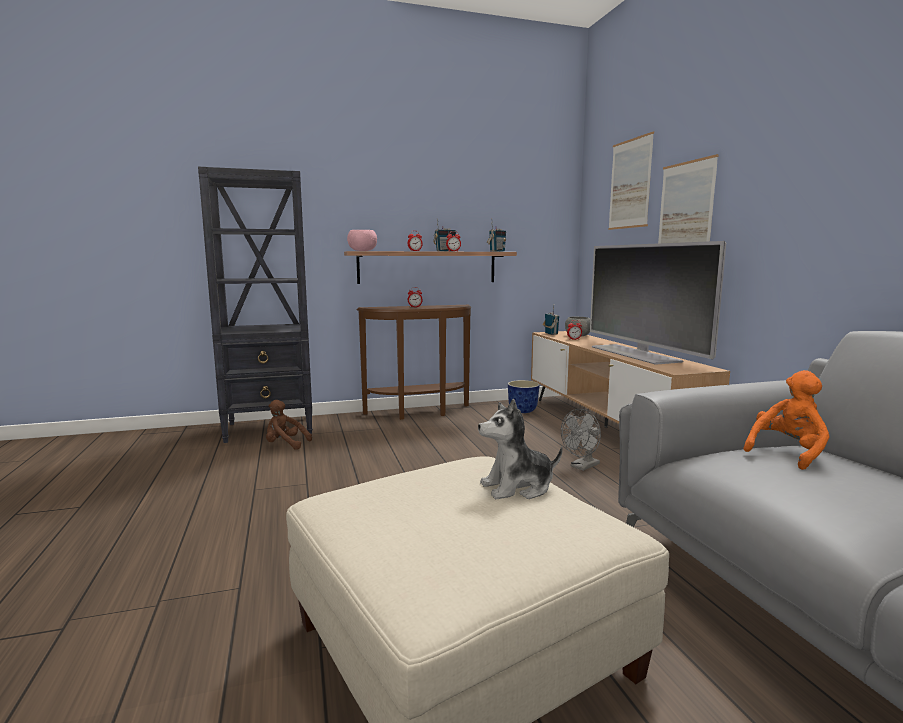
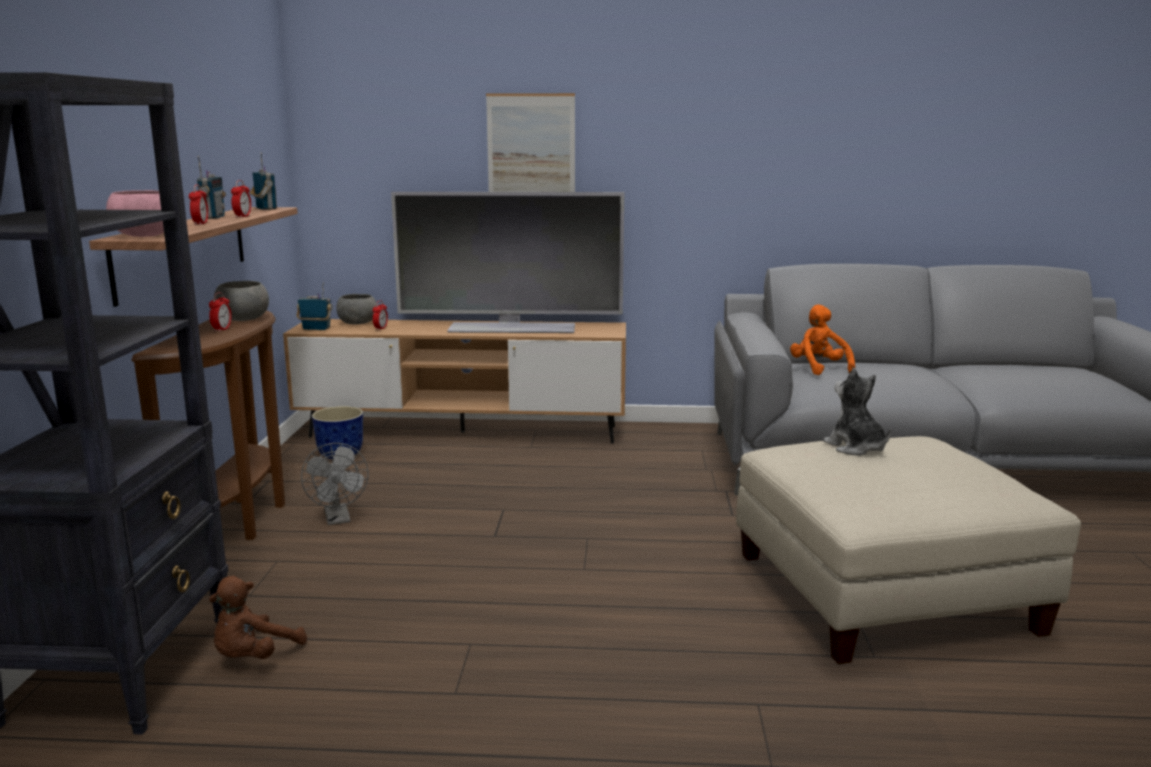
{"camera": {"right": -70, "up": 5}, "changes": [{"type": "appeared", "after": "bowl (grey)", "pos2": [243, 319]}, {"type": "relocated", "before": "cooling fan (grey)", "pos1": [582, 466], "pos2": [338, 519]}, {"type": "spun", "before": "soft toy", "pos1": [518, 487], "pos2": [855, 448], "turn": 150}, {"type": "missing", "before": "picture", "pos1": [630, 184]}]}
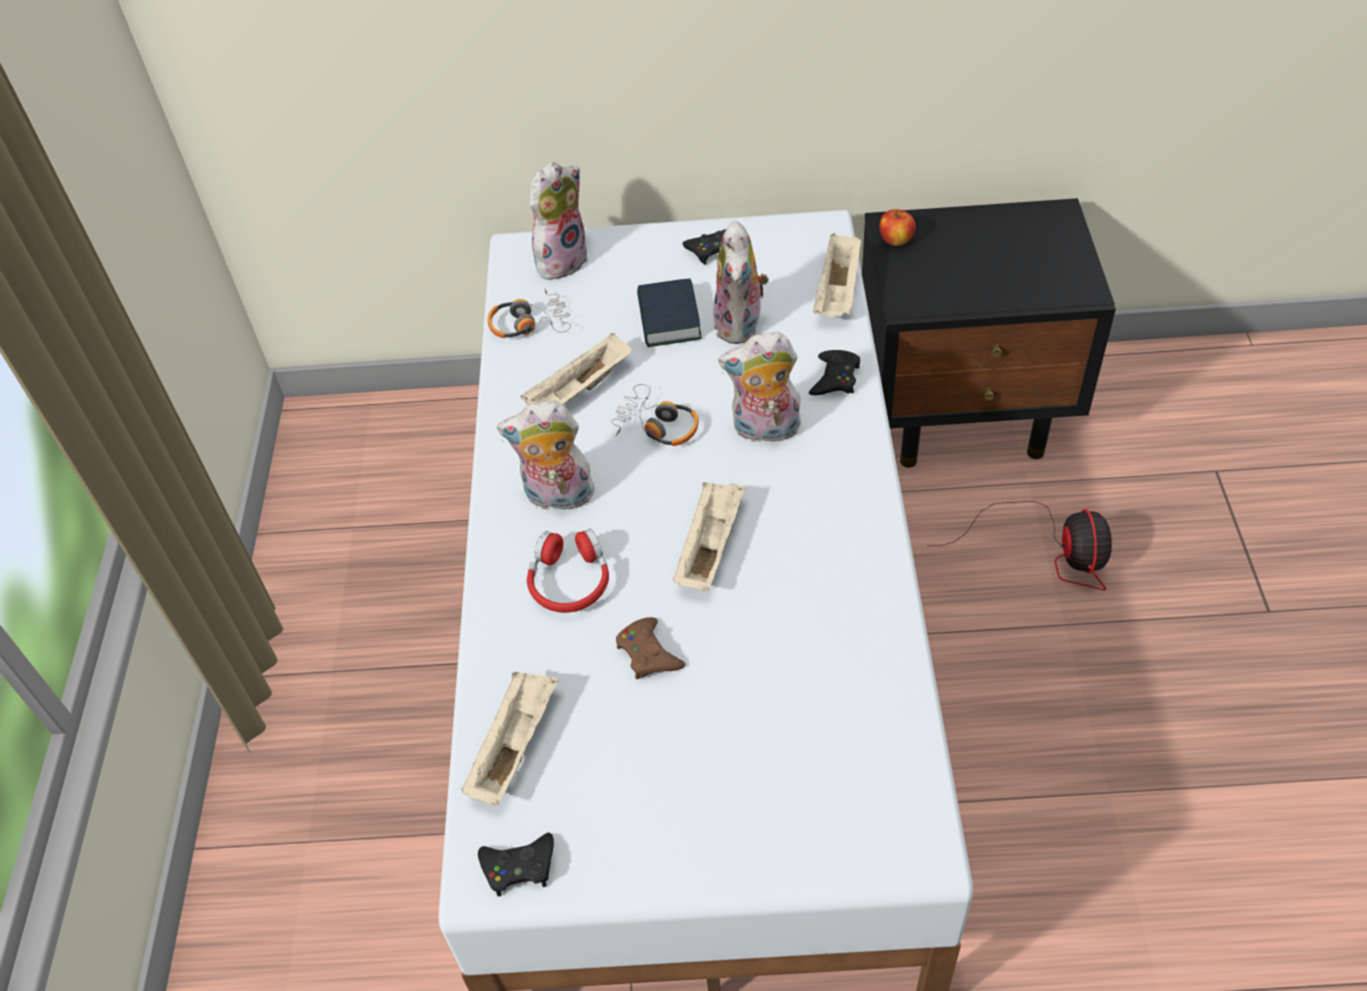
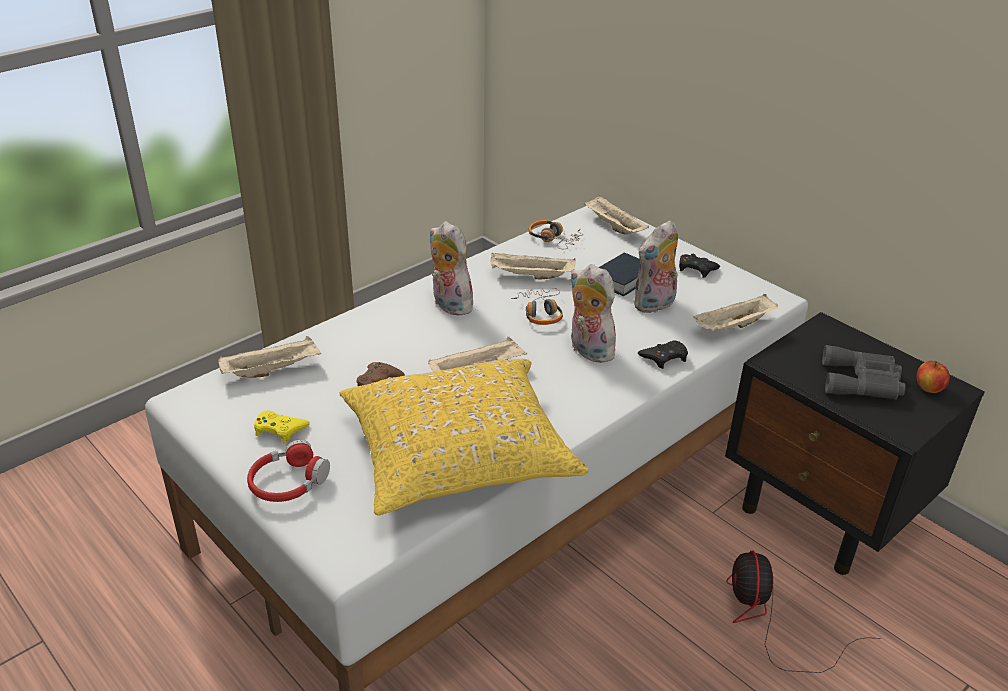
{"camera": {"right": 45, "up": -15}, "changes": [{"type": "relocated", "before": "headset (red)", "pos1": [570, 580], "pos2": [288, 483]}, {"type": "appeared", "after": "game controller (yellow-coloured)", "pos2": [279, 429]}, {"type": "appeared", "after": "cushion (yellow-coloured)", "pos2": [458, 456]}, {"type": "exchanged", "before": "soft toy", "after": "serving tray (sand-coloured)", "pos1": [561, 259], "pos2": [613, 226]}, {"type": "spun", "before": "cooling fan", "pos1": [1050, 551], "pos2": [770, 621], "turn": 135}, {"type": "appeared", "after": "binoculars (grey)", "pos2": [863, 382]}, {"type": "relocated", "before": "whole apple", "pos1": [896, 240], "pos2": [929, 388]}, {"type": "missing", "before": "game controller (blackish)", "pos1": [519, 867]}]}
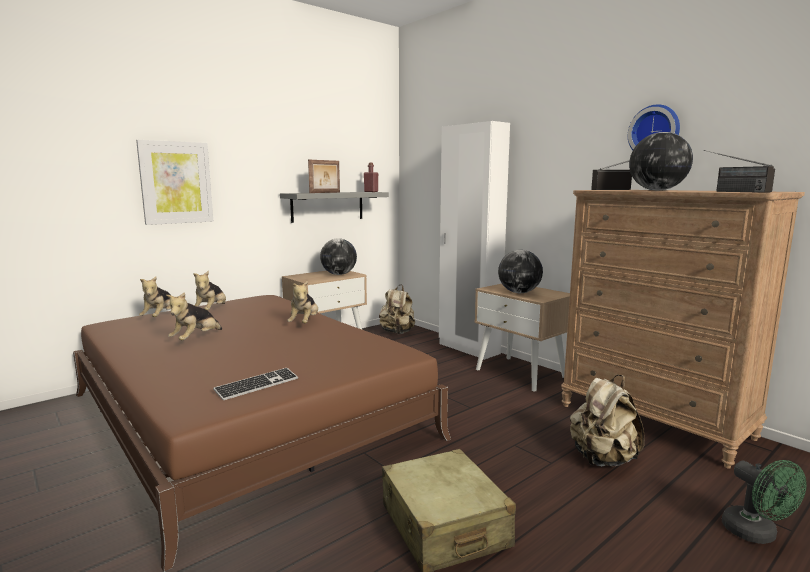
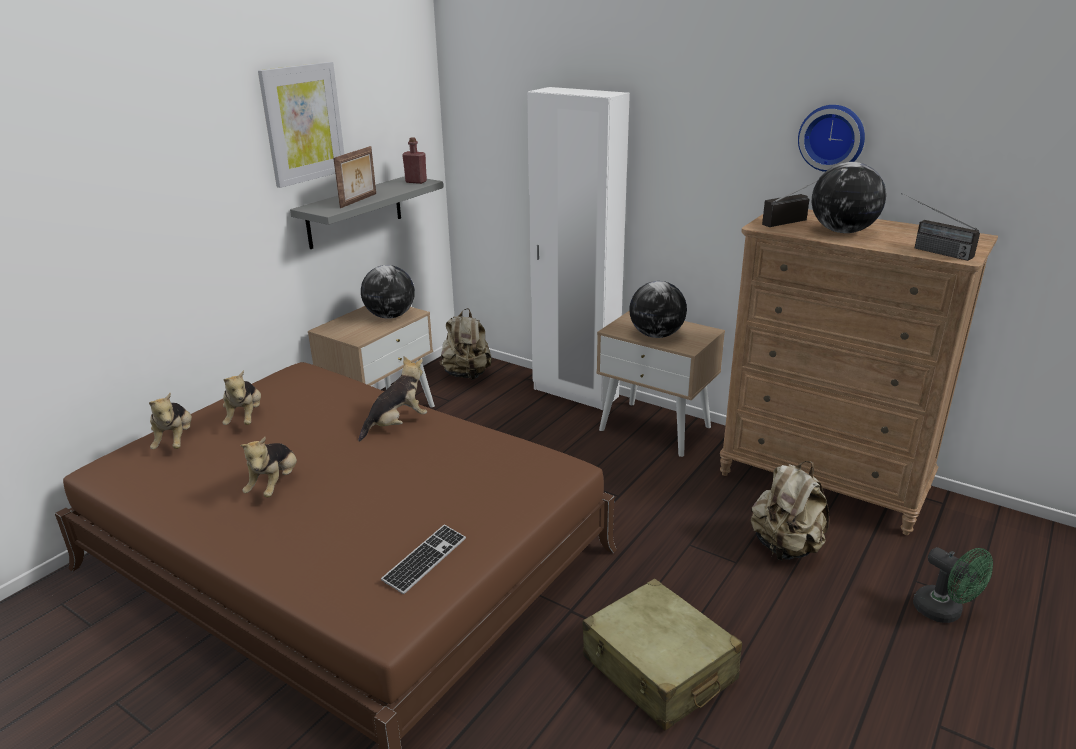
{"camera": {"right": -15, "up": 15}, "changes": [{"type": "relocated", "before": "picture", "pos1": [176, 182], "pos2": [303, 123]}, {"type": "spun", "before": "soft toy", "pos1": [304, 323], "pos2": [397, 424], "turn": -120}]}
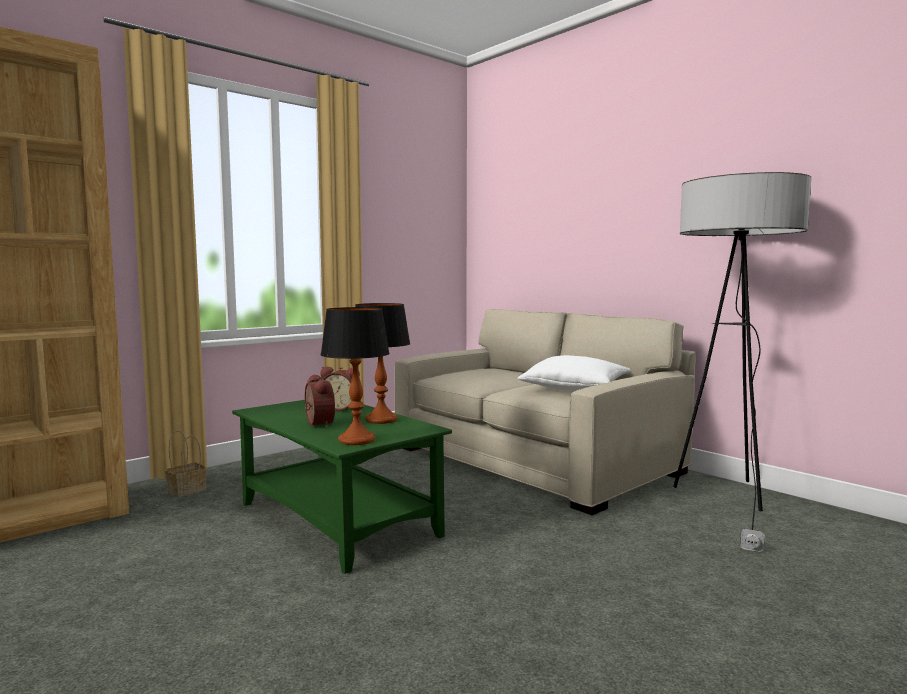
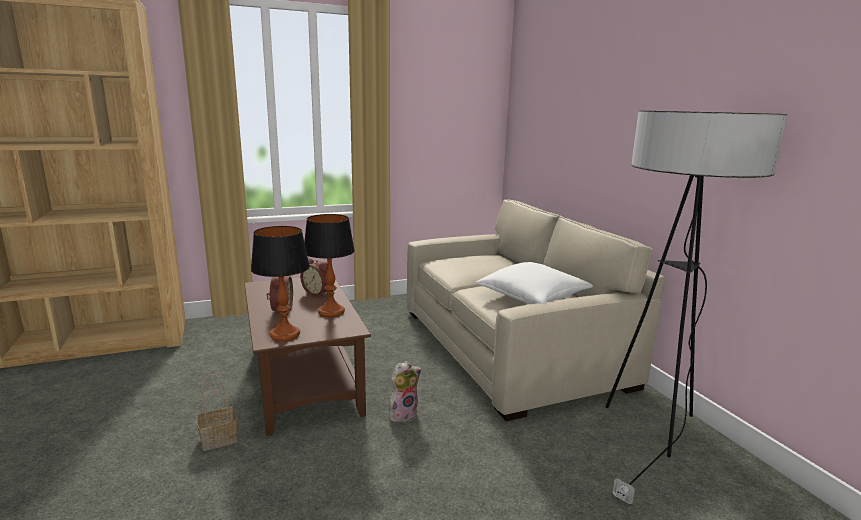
{"camera": {"right": 20, "up": 10}, "changes": [{"type": "relocated", "before": "household basket", "pos1": [187, 490], "pos2": [220, 438]}, {"type": "colour", "before": "coffee table (greenish)", "after": "coffee table (brown-coloured)", "pos1": [339, 519], "pos2": [305, 381]}, {"type": "appeared", "after": "soft toy", "pos2": [403, 414]}]}
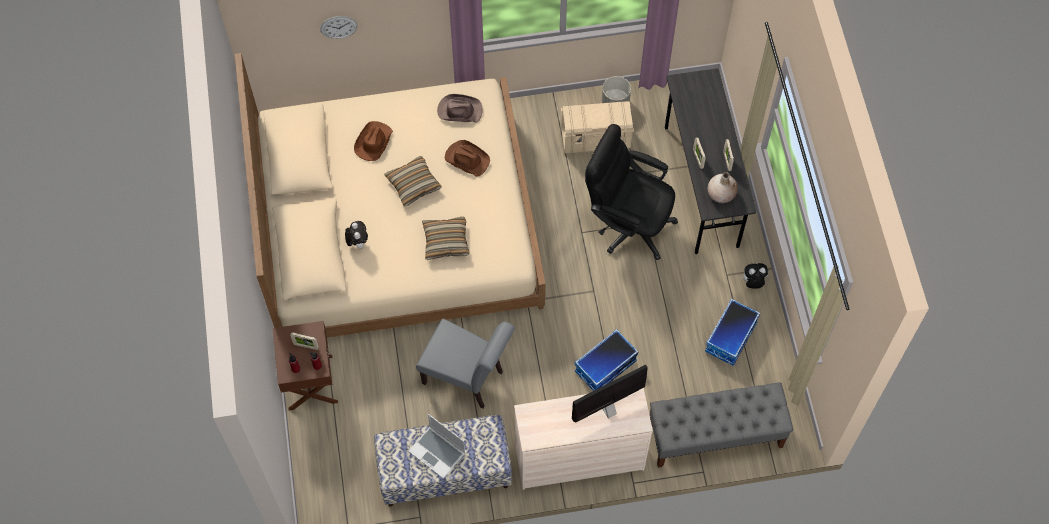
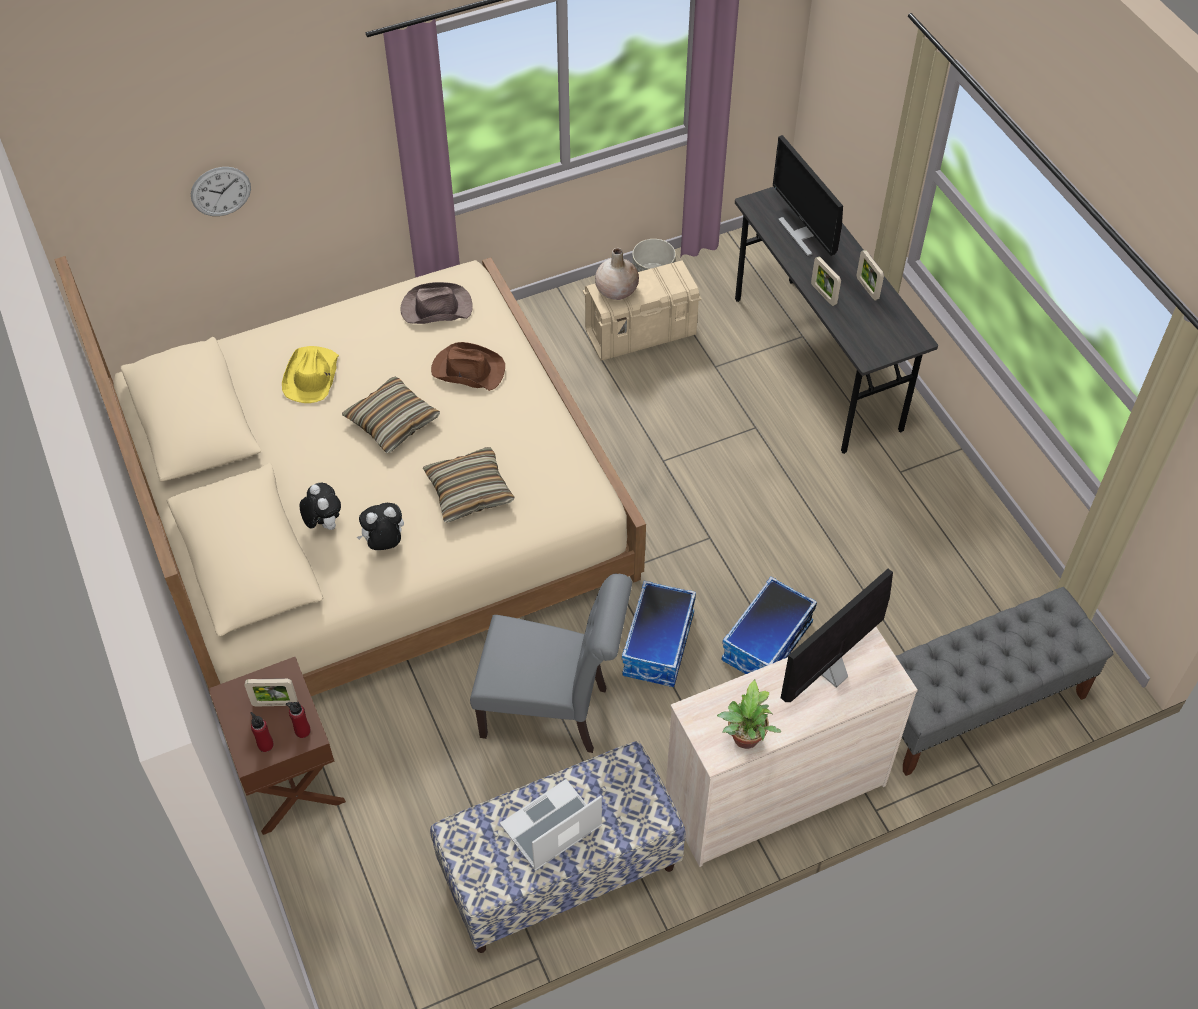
{"camera": {"right": -15, "up": -10}, "changes": [{"type": "colour", "before": "wearable hat (brown-coloured)", "after": "wearable hat (yellow-coloured)", "pos1": [373, 142], "pos2": [311, 376]}, {"type": "relocated", "before": "soft toy", "pos1": [752, 283], "pos2": [384, 544]}, {"type": "spun", "before": "notebook computer", "pos1": [438, 452], "pos2": [551, 828], "turn": 120}, {"type": "relocated", "before": "decorative vase (sand-coloured)", "pos1": [721, 193], "pos2": [616, 290]}, {"type": "relocated", "before": "storage bin", "pos1": [731, 338], "pos2": [659, 645]}, {"type": "appeared", "after": "plant in a pot", "pos2": [745, 741]}, {"type": "appeared", "after": "computer display", "pos2": [803, 233]}, {"type": "missing", "before": "desk chair (blackish)", "pos1": [627, 223]}]}
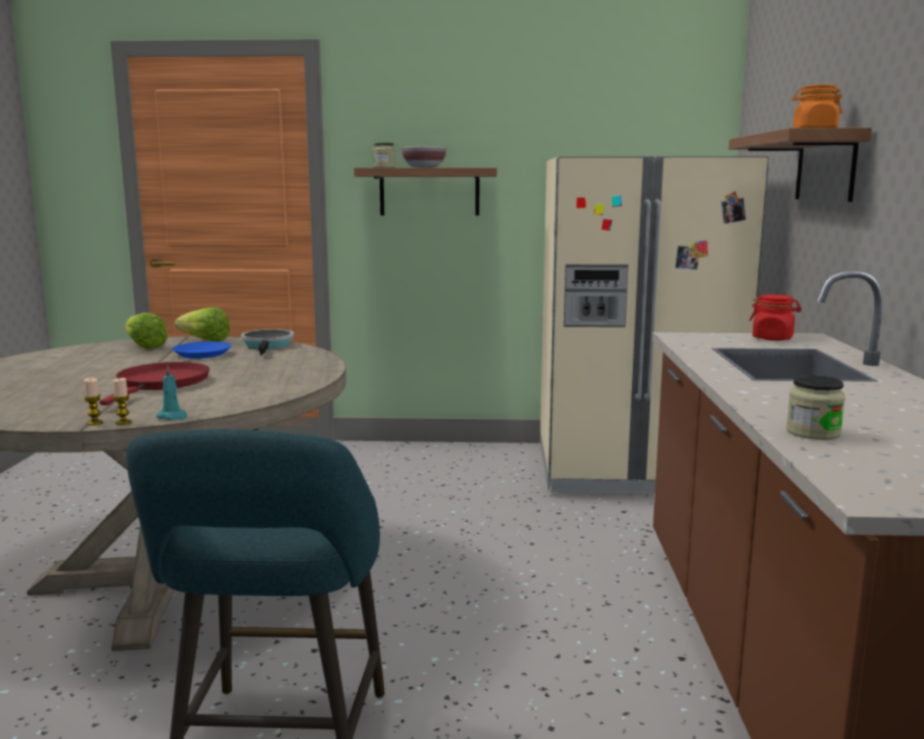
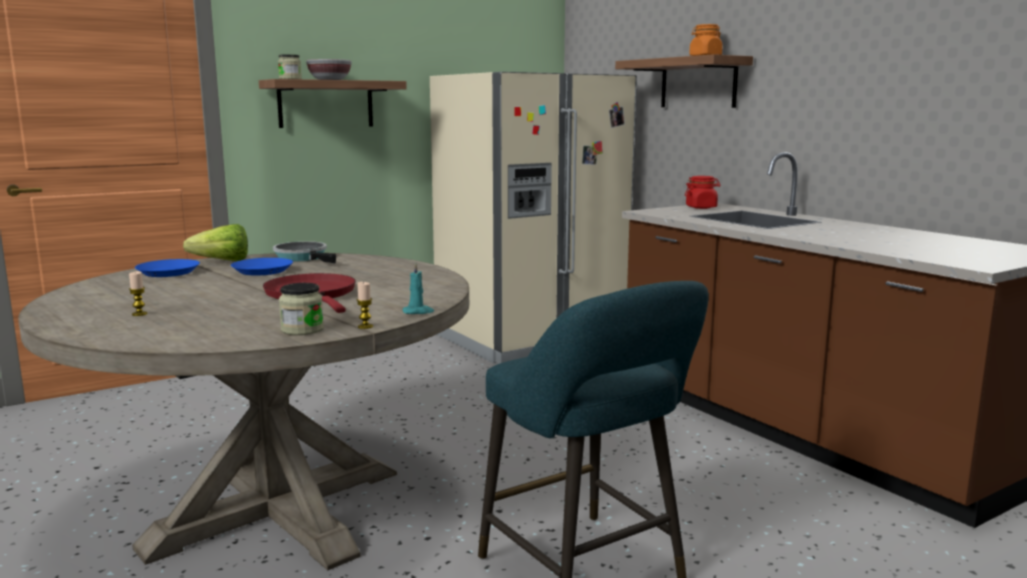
{"camera": {"right": -35, "up": 0}, "changes": [{"type": "relocated", "before": "wax light", "pos1": [123, 422], "pos2": [139, 314]}, {"type": "exchanged", "before": "head of lettuce", "after": "dinner plate (blue-coloured)", "pos1": [143, 346], "pos2": [168, 273]}, {"type": "relocated", "before": "storage jar", "pos1": [813, 432], "pos2": [302, 330]}]}
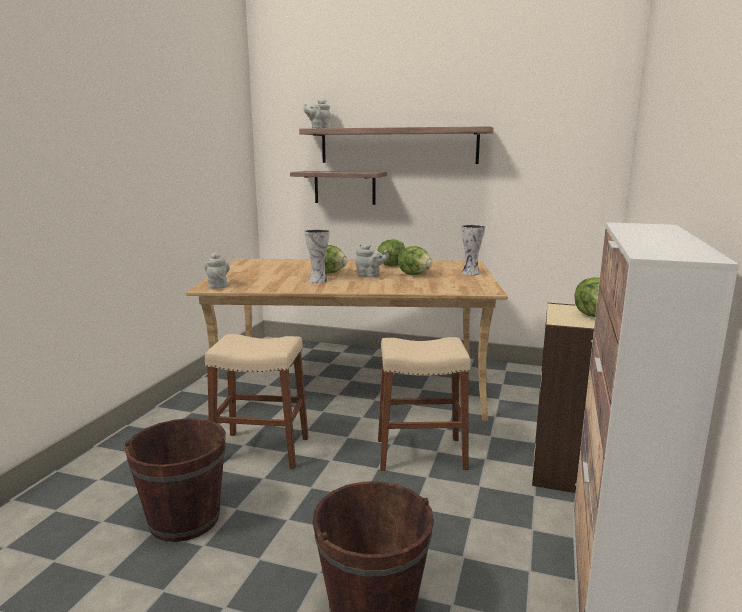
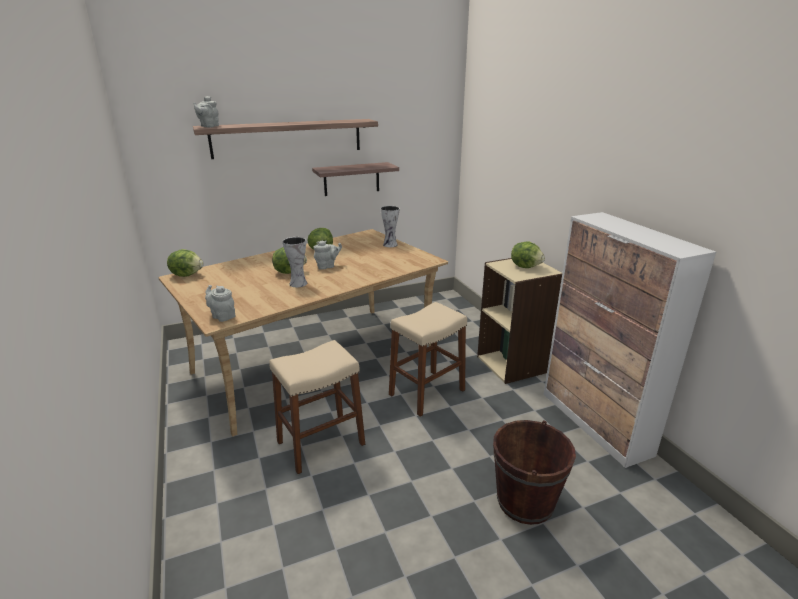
{"camera": {"right": -40, "up": 10}, "changes": [{"type": "relocated", "before": "head of lettuce", "pos1": [415, 274], "pos2": [187, 274]}, {"type": "relocated", "before": "shelf", "pos1": [344, 187], "pos2": [351, 179]}, {"type": "missing", "before": "water bucket (brown-coloured)", "pos1": [184, 519]}]}
